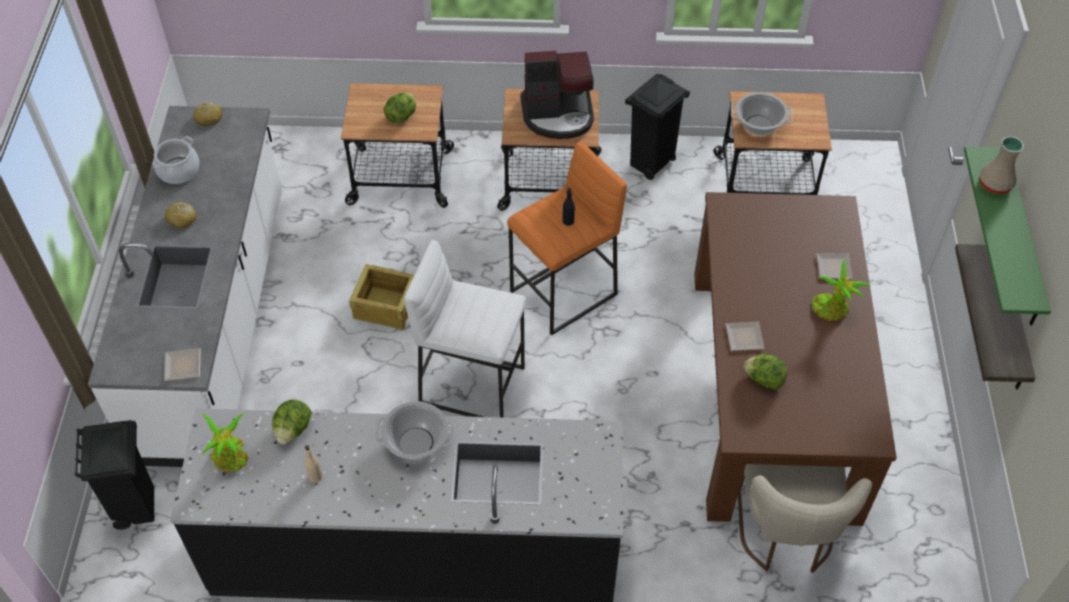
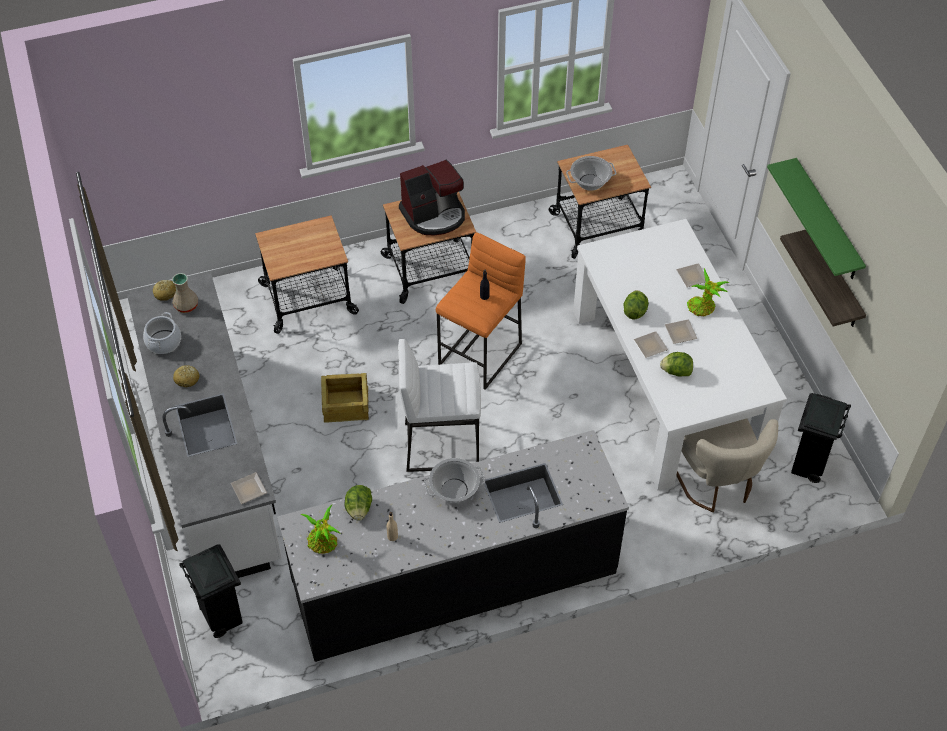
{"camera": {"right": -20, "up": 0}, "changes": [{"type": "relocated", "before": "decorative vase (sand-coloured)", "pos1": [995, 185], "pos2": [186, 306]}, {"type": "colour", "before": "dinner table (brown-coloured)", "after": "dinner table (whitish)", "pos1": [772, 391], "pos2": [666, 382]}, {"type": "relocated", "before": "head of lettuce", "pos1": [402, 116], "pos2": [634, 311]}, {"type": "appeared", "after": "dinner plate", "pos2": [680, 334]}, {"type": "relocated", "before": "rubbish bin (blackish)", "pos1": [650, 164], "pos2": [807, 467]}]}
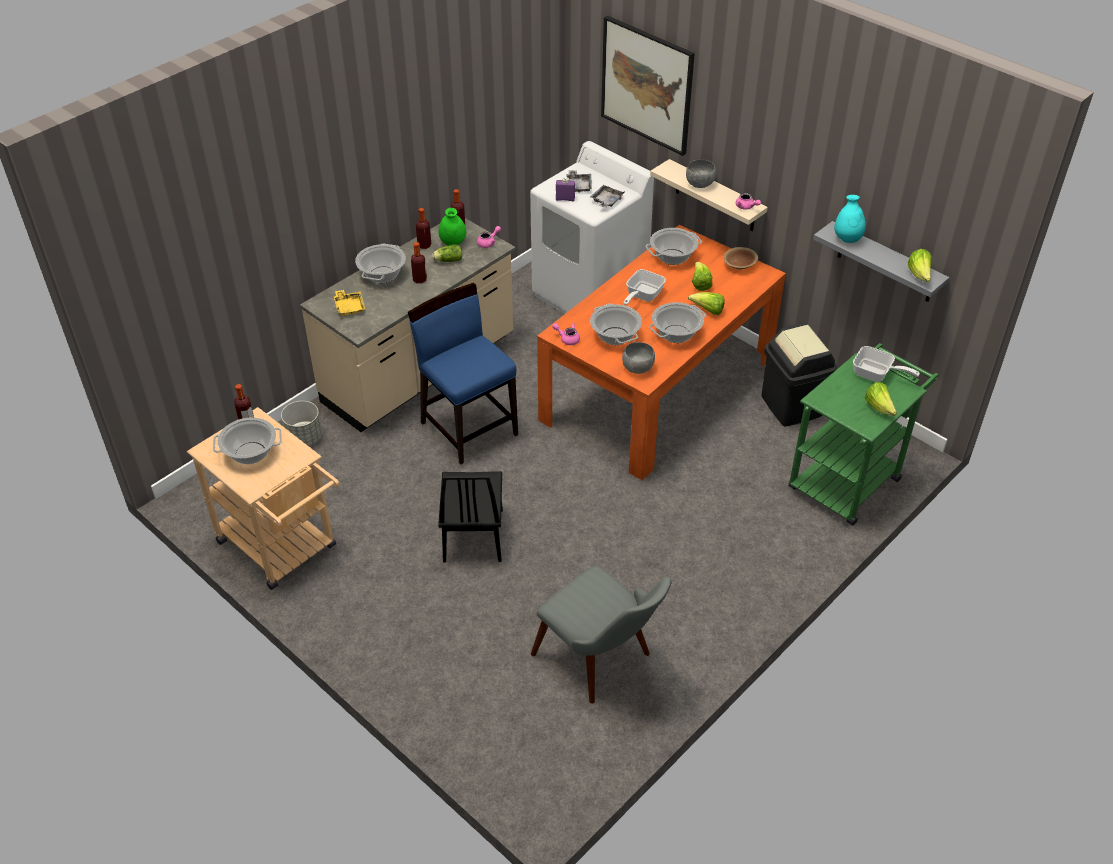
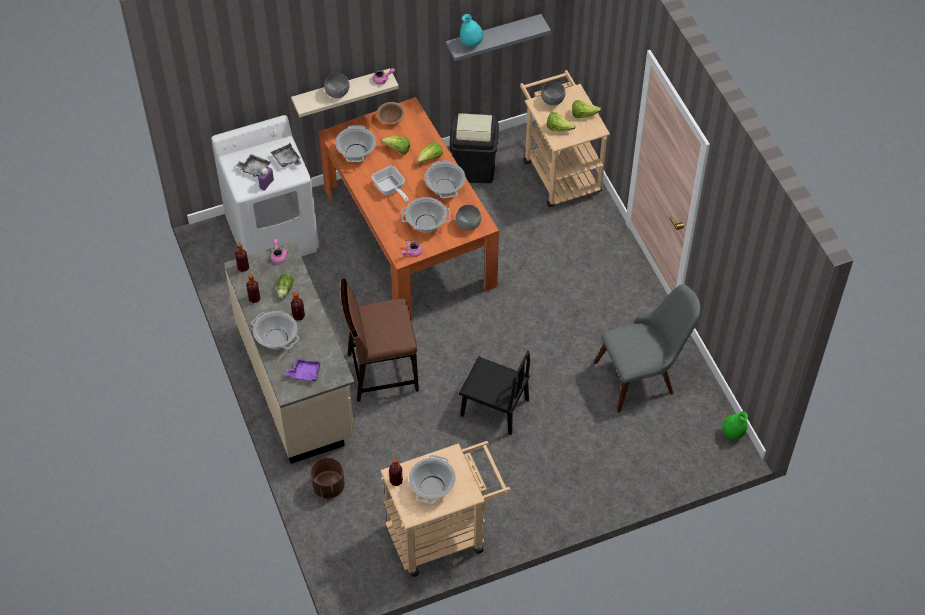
{"camera": {"right": -65, "up": 10}, "changes": [{"type": "colour", "before": "serving tray (yellow-coloured)", "after": "serving tray (purple-coloured)", "pos1": [349, 307], "pos2": [305, 373]}, {"type": "colour", "before": "flower pot (grey)", "after": "flower pot (brown-coloured)", "pos1": [304, 438], "pos2": [328, 486]}, {"type": "colour", "before": "upright chair (blue-coloured)", "after": "upright chair (brown-coloured)", "pos1": [469, 427], "pos2": [381, 371]}, {"type": "colour", "before": "wheeled cart (greenish)", "after": "wheeled cart (sand-coloured)", "pos1": [850, 477], "pos2": [559, 171]}, {"type": "exchanged", "before": "skillet", "after": "bowl (grey)", "pos1": [876, 374], "pos2": [553, 100]}, {"type": "relocated", "before": "head of lettuce", "pos1": [919, 275], "pos2": [558, 128]}, {"type": "relocated", "before": "decorative vase (greenish)", "pos1": [453, 243], "pos2": [733, 433]}, {"type": "missing", "before": "picture", "pos1": [647, 85]}]}
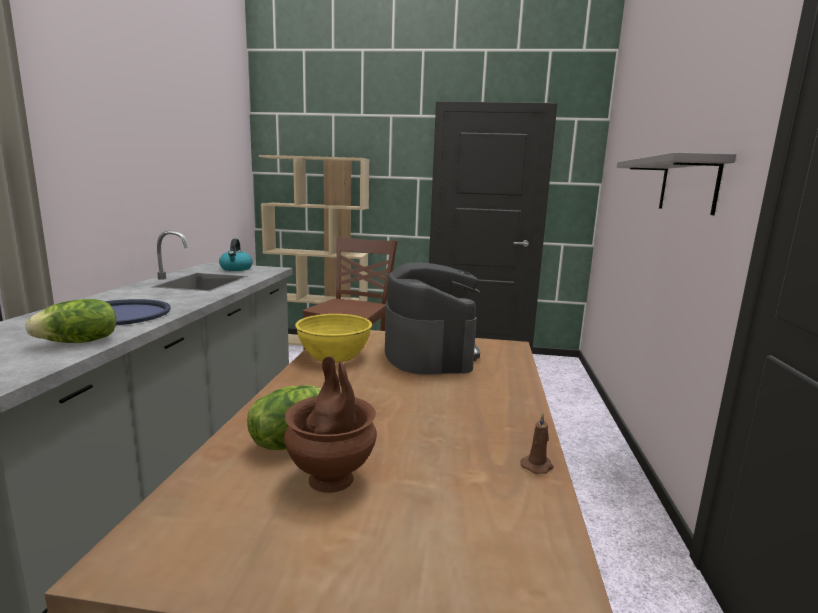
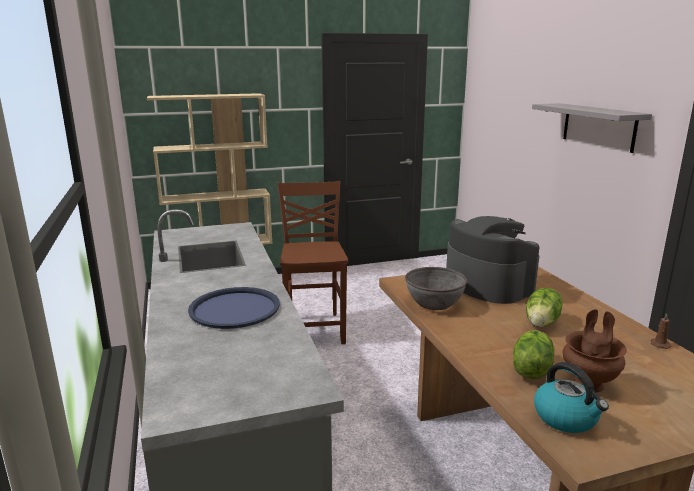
{"camera": {"right": -25, "up": 5}, "changes": [{"type": "colour", "before": "bowl (yellow-coloured)", "after": "bowl (grey)", "pos1": [334, 356], "pos2": [434, 303]}, {"type": "relocated", "before": "head of lettuce", "pos1": [79, 342], "pos2": [542, 323]}, {"type": "relocated", "before": "kettle", "pos1": [236, 269], "pos2": [566, 418]}]}
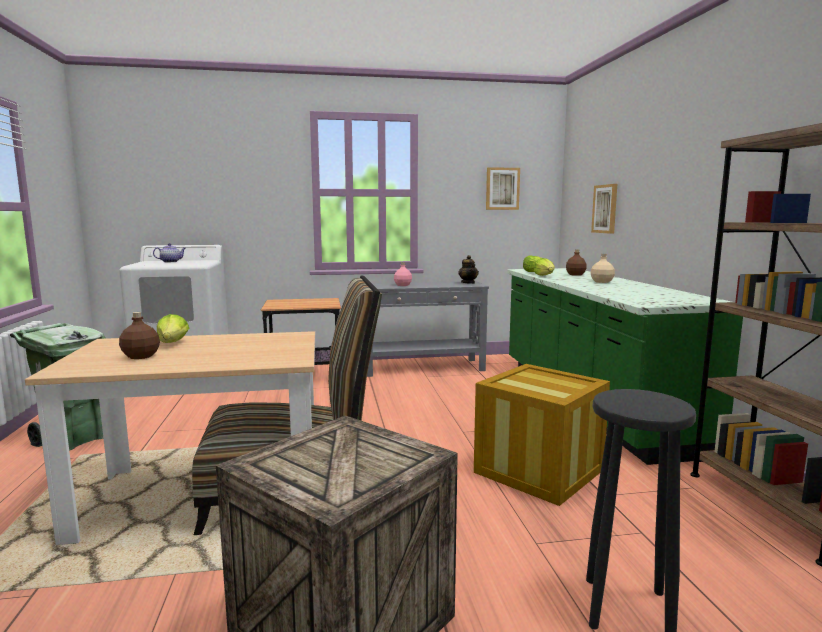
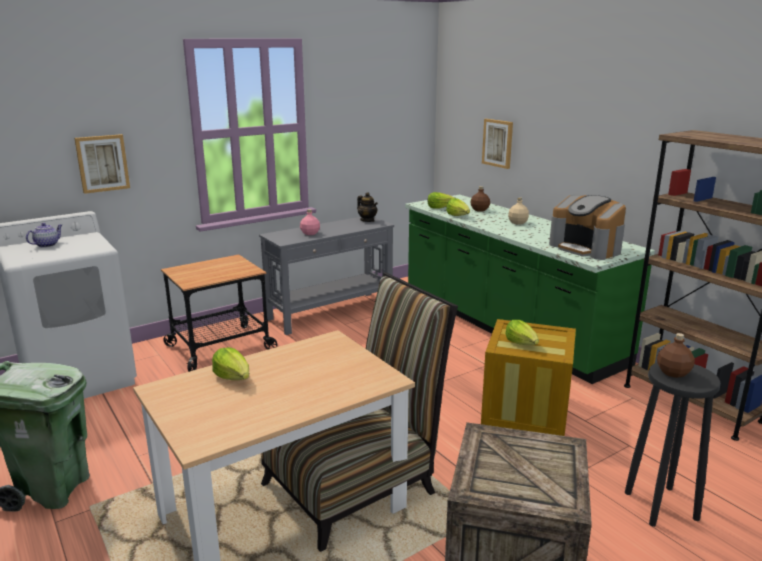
{"camera": {"right": -25, "up": 10}, "changes": [{"type": "relocated", "before": "picture", "pos1": [502, 188], "pos2": [102, 163]}, {"type": "appeared", "after": "head of lettuce", "pos2": [521, 343]}, {"type": "appeared", "after": "coffee machine", "pos2": [586, 248]}, {"type": "relocated", "before": "beverage bottle (brown-coloured)", "pos1": [141, 356], "pos2": [673, 372]}]}
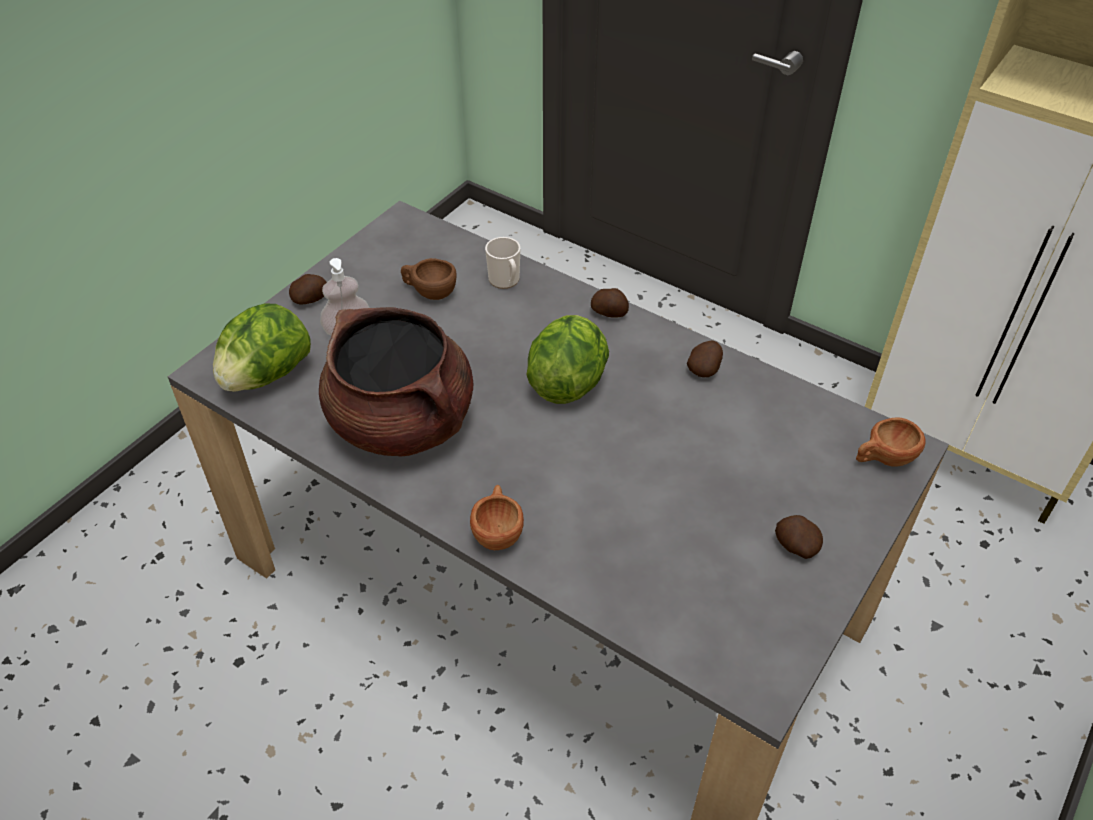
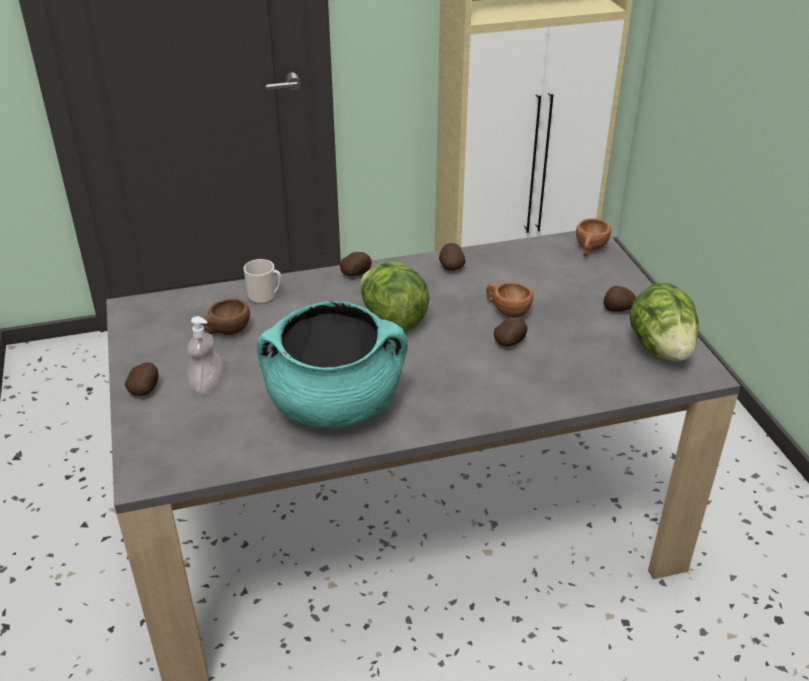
{"camera": {"right": -50, "up": -10}, "changes": [{"type": "colour", "before": "stockpot (brown-coloured)", "after": "stockpot (blue-green)", "pos1": [403, 422], "pos2": [335, 404]}, {"type": "relocated", "before": "cup (brown-coloured)", "pos1": [497, 530], "pos2": [506, 311]}, {"type": "appeared", "after": "potato", "pos2": [510, 342]}, {"type": "relocated", "before": "head of lettuce", "pos1": [266, 375], "pos2": [660, 348]}]}
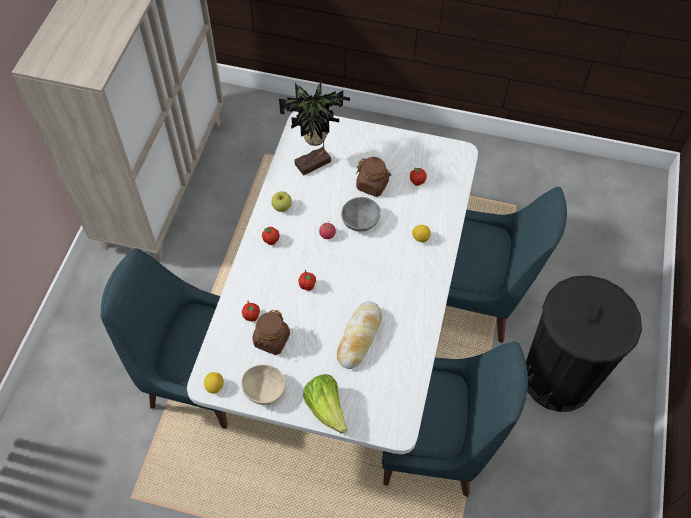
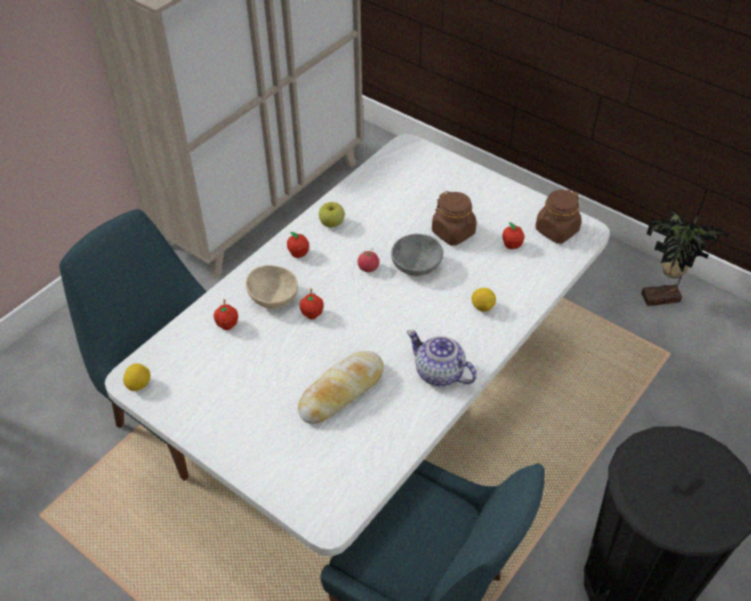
{"camera": {"right": 25, "up": -10}, "changes": [{"type": "relocated", "before": "bowl (sand-coloured)", "pos1": [264, 389], "pos2": [274, 297]}, {"type": "appeared", "after": "tea pot", "pos2": [439, 373]}, {"type": "relocated", "before": "storage jar (brown-coloured)", "pos1": [271, 340], "pos2": [556, 230]}, {"type": "relocated", "before": "plant in a pot", "pos1": [315, 164], "pos2": [662, 300]}, {"type": "missing", "before": "head of lettuce", "pos1": [326, 408]}, {"type": "missing", "before": "upright chair (blue-coloured)", "pos1": [476, 299]}]}
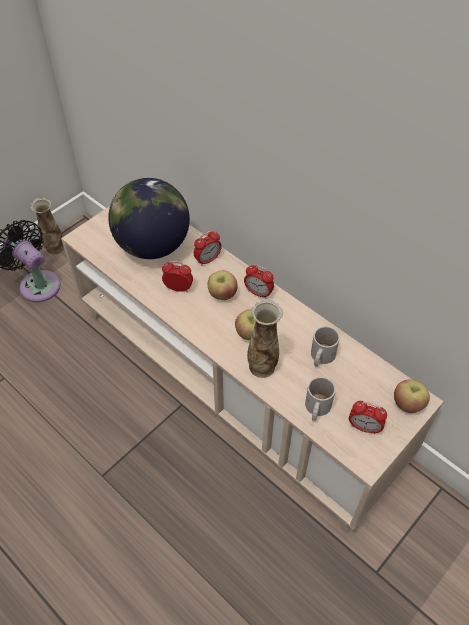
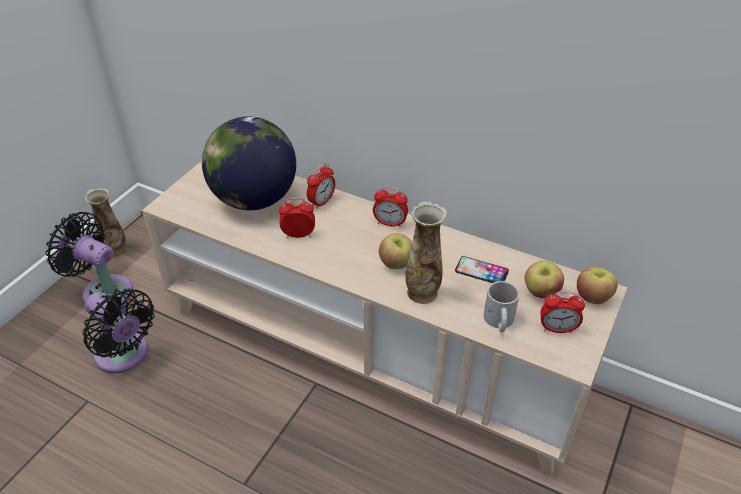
{"camera": {"right": -15, "up": -10}, "changes": [{"type": "appeared", "after": "cooling fan (blackish)", "pos2": [125, 356]}, {"type": "exchanged", "before": "tea mug (whitish)", "after": "phone", "pos1": [320, 357], "pos2": [481, 271]}, {"type": "relocated", "before": "whole apple", "pos1": [222, 294], "pos2": [541, 292]}]}
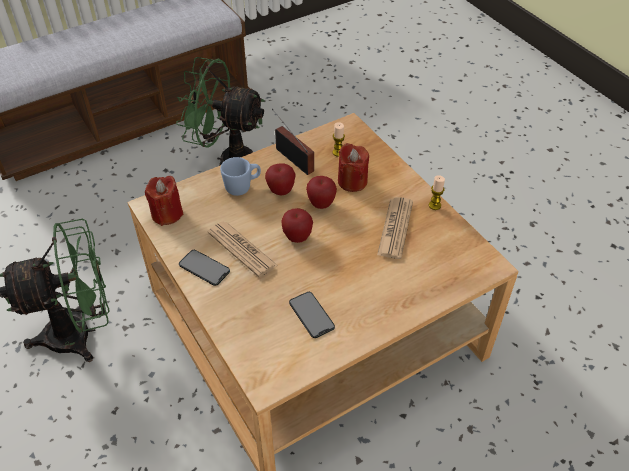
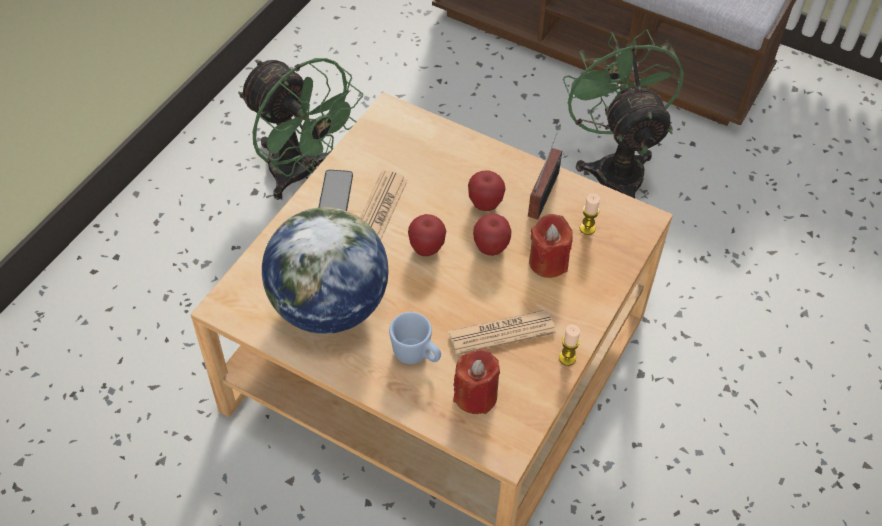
{"camera": {"right": 60, "up": 5}, "changes": [{"type": "exchanged", "before": "phone", "after": "world globe", "pos1": [311, 315], "pos2": [328, 307]}, {"type": "relocated", "before": "tea mug (blue-coloured)", "pos1": [242, 187], "pos2": [416, 355]}, {"type": "relocated", "before": "wax light (red)", "pos1": [167, 214], "pos2": [475, 395]}]}
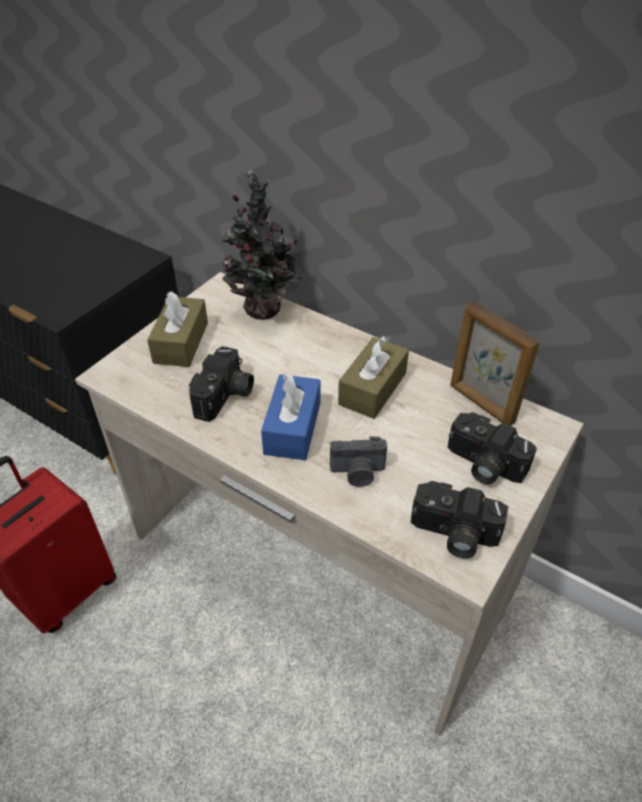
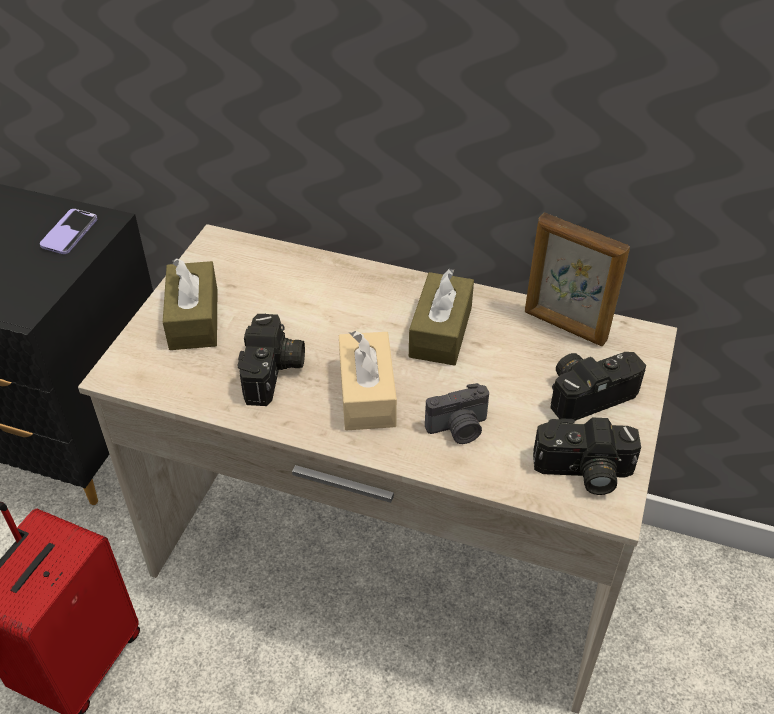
{"camera": {"right": -15, "up": 0}, "changes": [{"type": "appeared", "after": "phone", "pos2": [69, 233]}, {"type": "colour", "before": "tissue box (blue-coloured)", "after": "tissue box (sand-coloured)", "pos1": [292, 428], "pos2": [367, 394]}, {"type": "spun", "before": "photo camera", "pos1": [482, 465], "pos2": [588, 392], "turn": 135}, {"type": "missing", "before": "plant in a pot", "pos1": [265, 312]}]}
